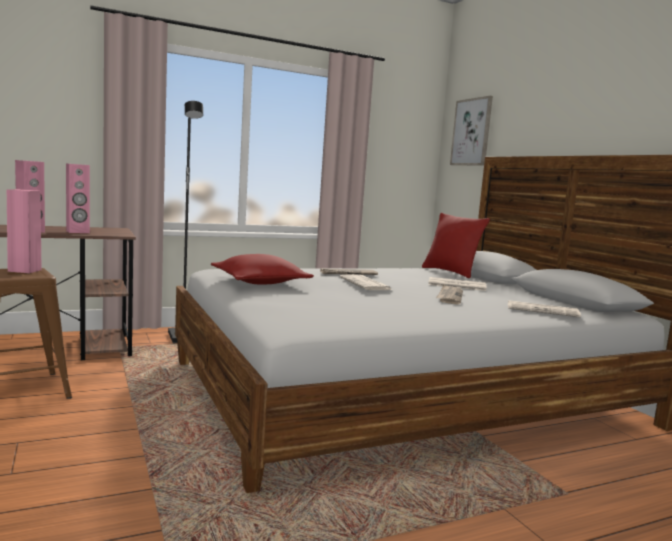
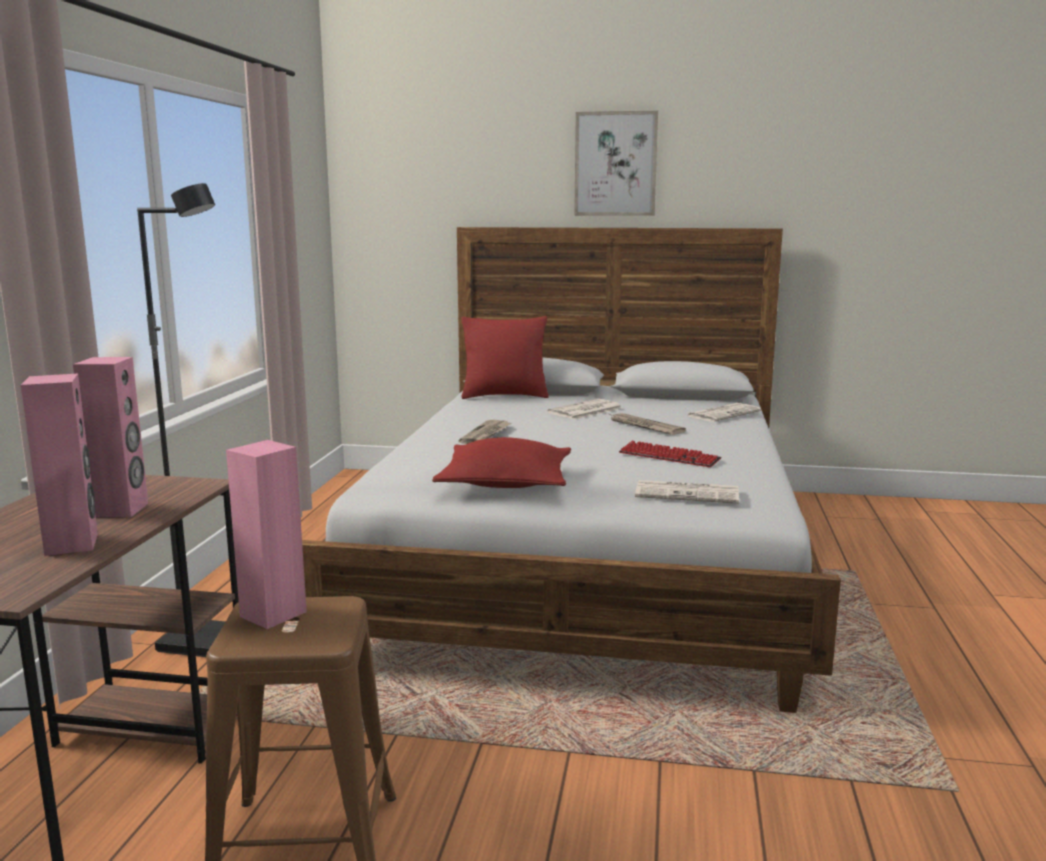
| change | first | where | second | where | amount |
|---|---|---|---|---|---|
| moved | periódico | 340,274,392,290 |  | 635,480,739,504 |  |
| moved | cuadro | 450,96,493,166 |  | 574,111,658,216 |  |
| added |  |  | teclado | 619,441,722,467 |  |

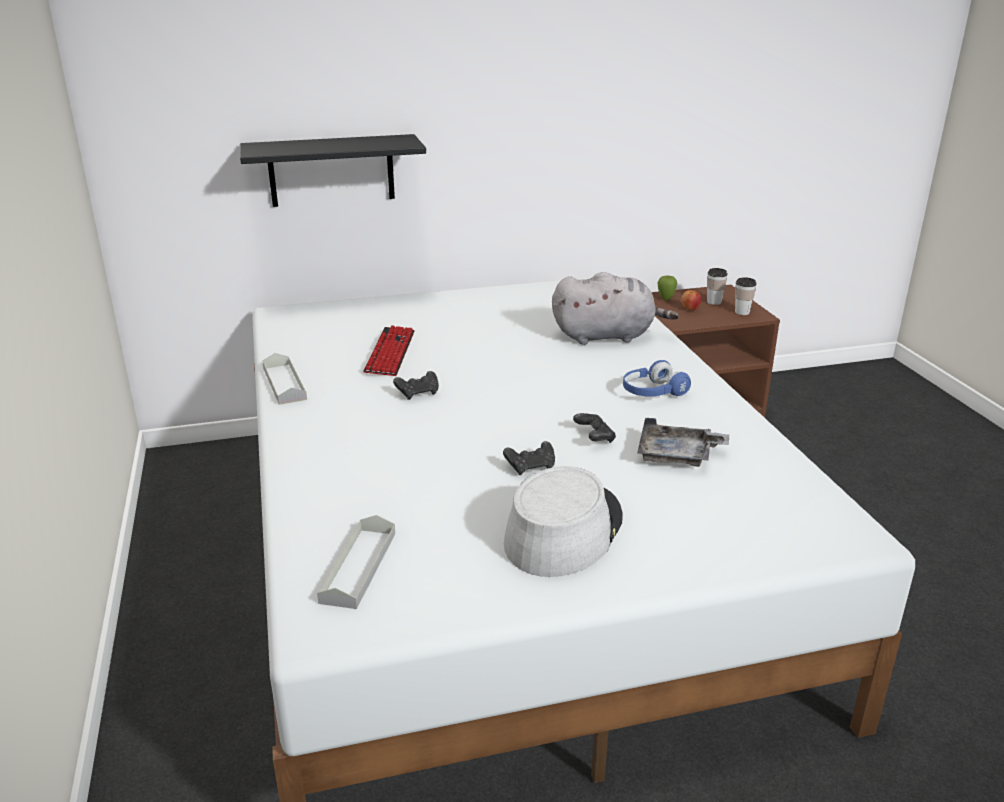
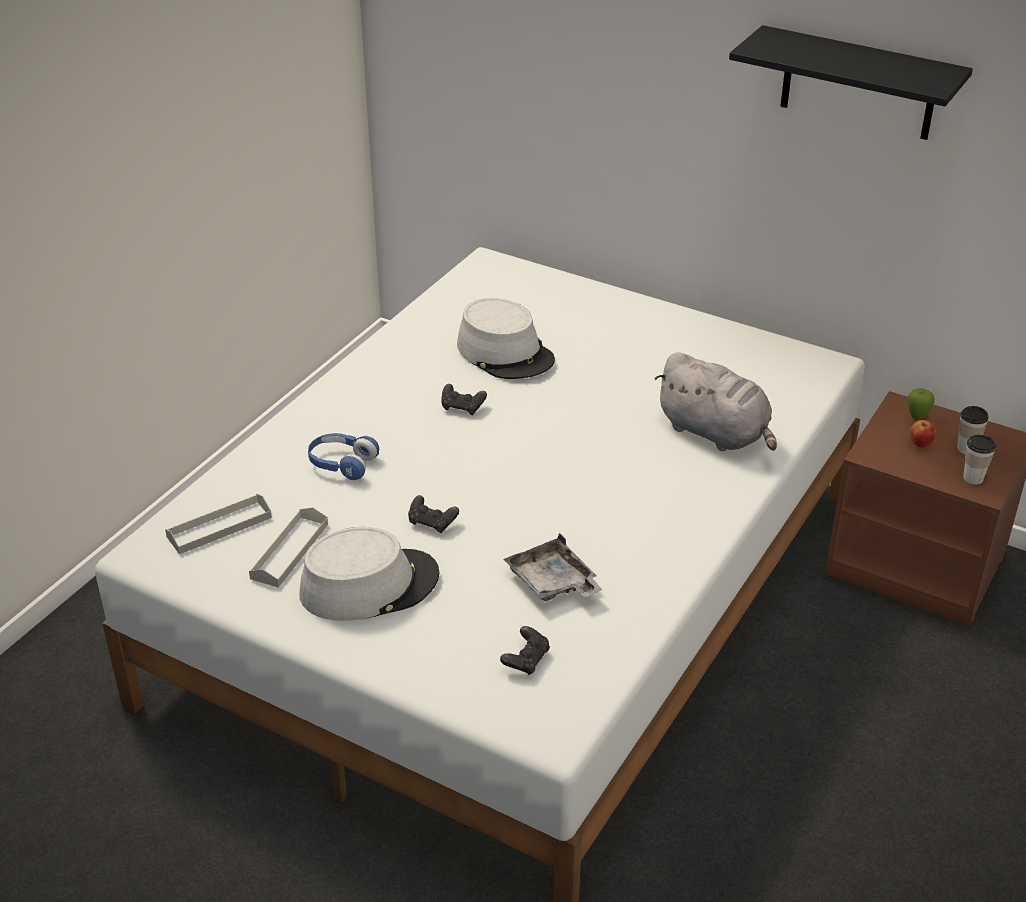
| change | first | where | second | where | amount |
|---|---|---|---|---|---|
| moved | estante/negro | 240,134,426,207 |  | 729,25,973,140 |  |
| moved | bandeja/gris | 262,353,307,405 |  | 249,507,328,588 |  |
| replaced | teclado | 364,325,415,376 | sombrero/gris | 457,298,555,379 |  |
| moved | mando de consola/negro | 573,413,616,443 |  | 500,626,550,675 |  |
| moved | auriculares/azul | 623,360,691,397 |  | 308,433,380,480 |  |

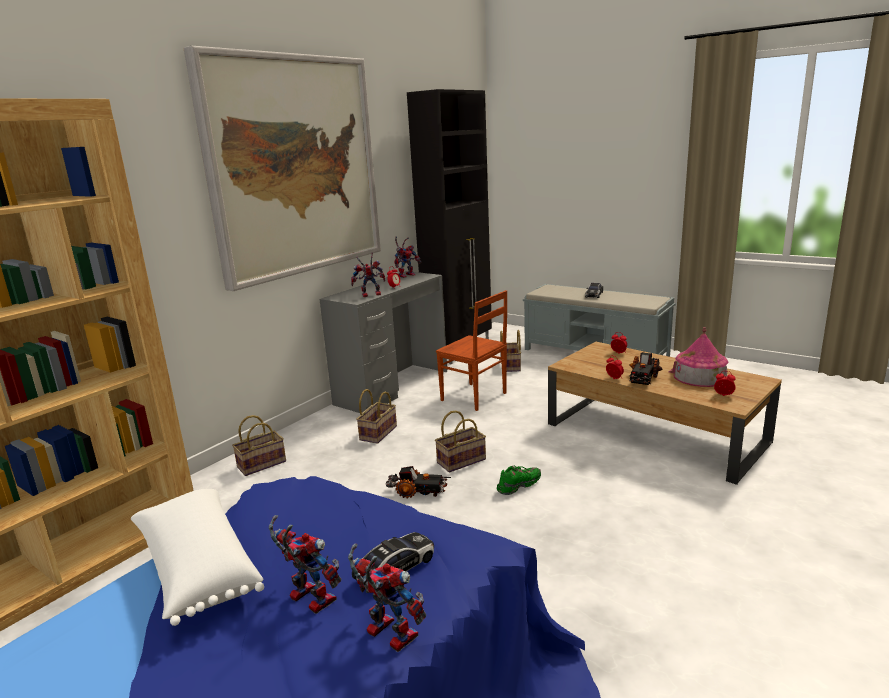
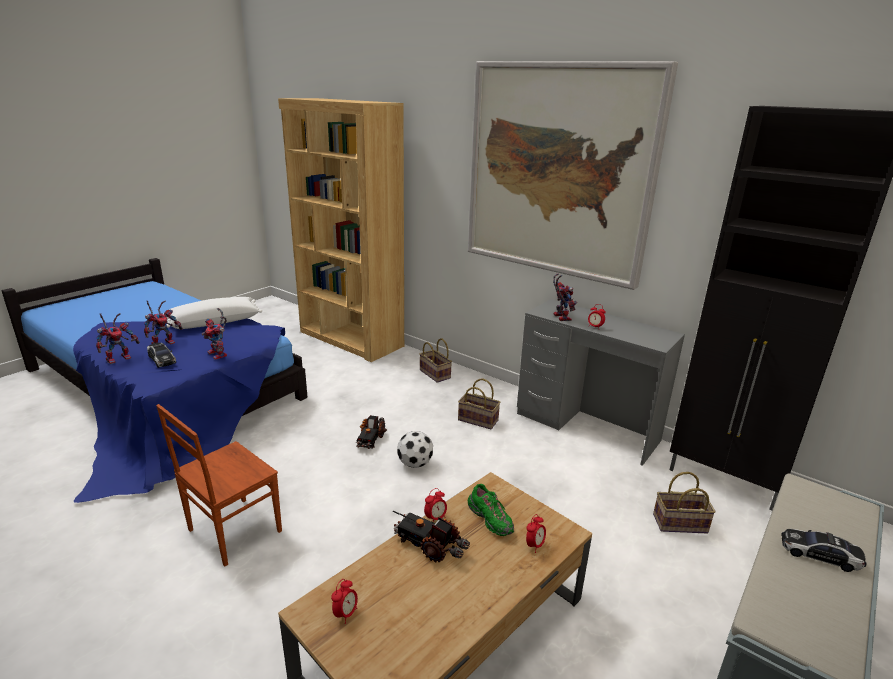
| change | first | where | second | where | amount |
|---|---|---|---|---|---|
| moved | robot de juguete | 395,237,421,278 |  | 201,308,227,360 |  |
| replaced | cesta | 435,410,486,472 | balón de fútbol | 397,431,433,468 |  |
| moved | silla/marrón | 436,290,507,411 |  | 156,404,282,566 |  |
| moved | zapato/verde | 497,466,541,495 |  | 468,484,514,536 |  |
| removed | casita | 669,327,729,387 |  |  |  |

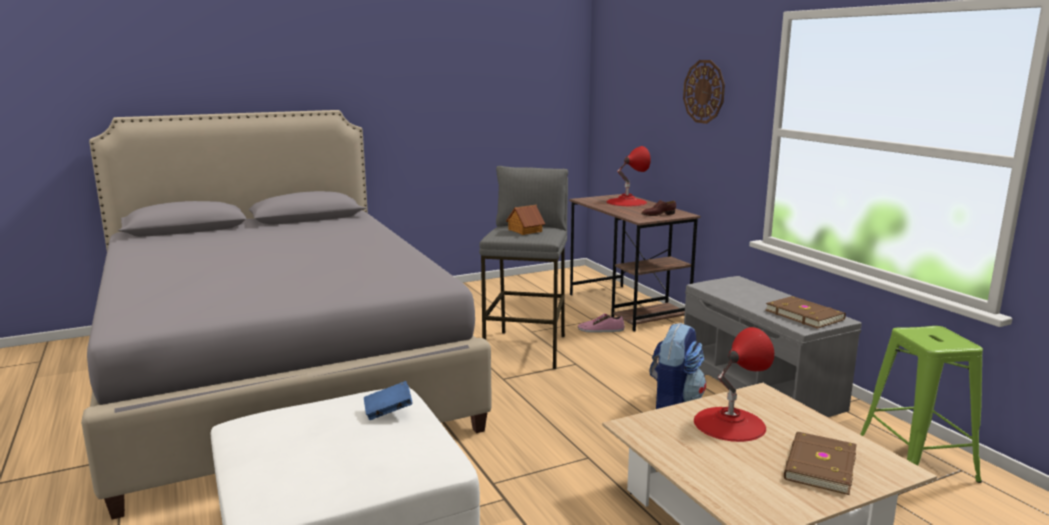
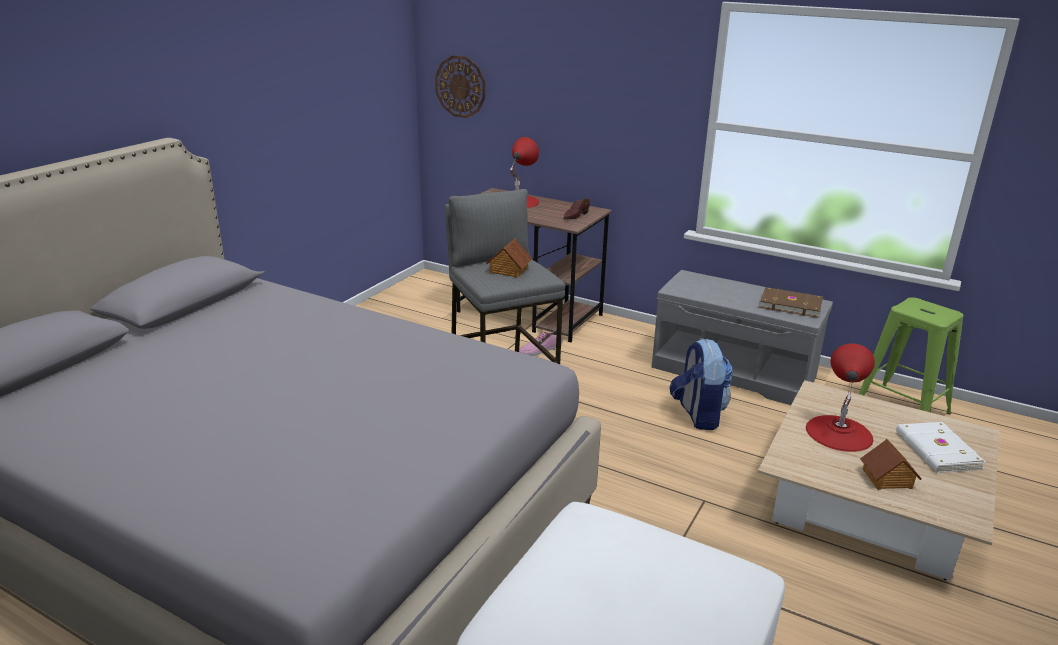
| change | first | where | second | where | amount |
|---|---|---|---|---|---|
| removed | libro/azul | 364,381,413,420 |  |  |  |
| moved | reloj de pared | 683,60,725,124 |  | 435,55,485,118 |  |
| recoloured | libro/marrón | 784,432,857,495 | libro/blanco | 896,422,986,473 |  |
| added |  |  | casita | 860,439,922,490 |  |

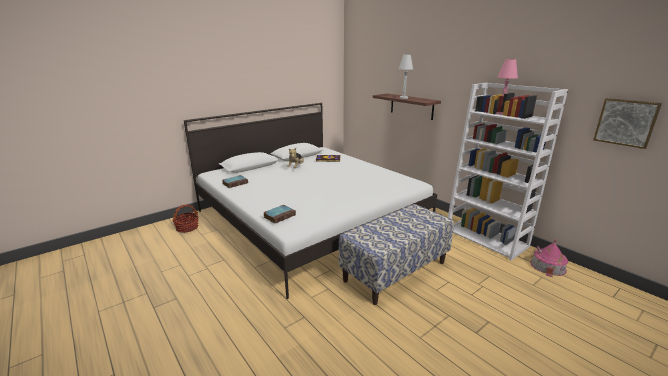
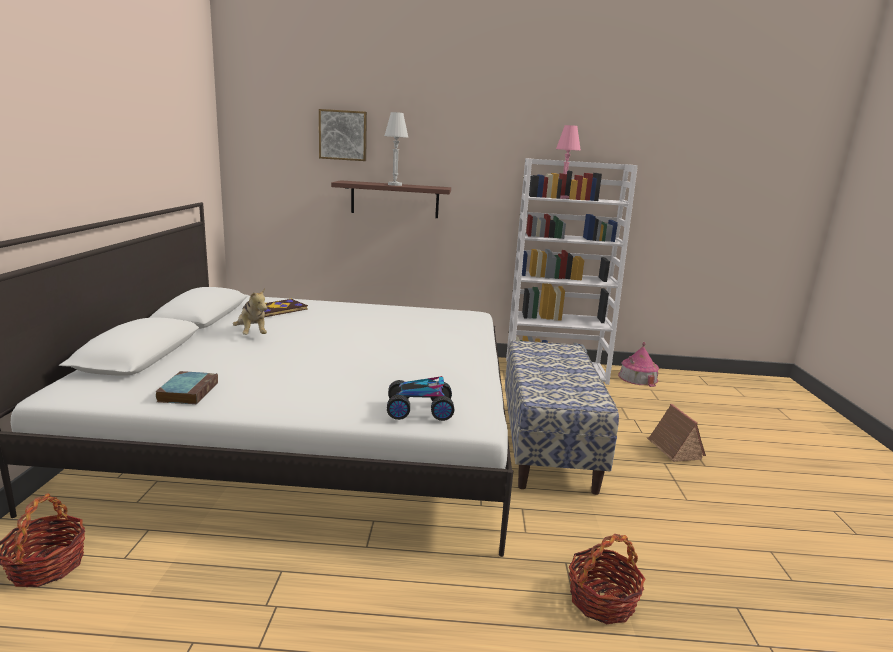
| change | first | where | second | where | amount |
|---|---|---|---|---|---|
| replaced | libro | 263,205,296,224 | coche de juguete | 387,376,454,421 |  |
| moved | cuadro | 593,98,662,149 |  | 319,109,367,161 |  |
| added |  |  | cesta | 569,534,645,624 |  |
| added |  |  | casita | 646,404,706,462 |  |

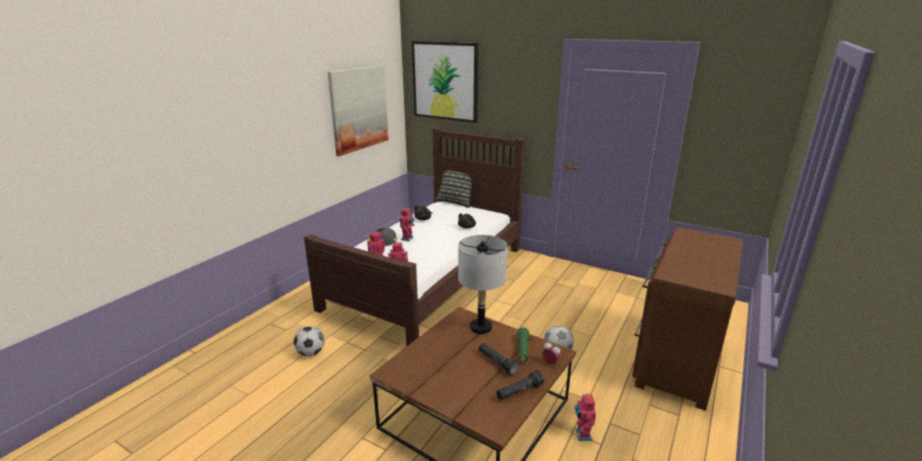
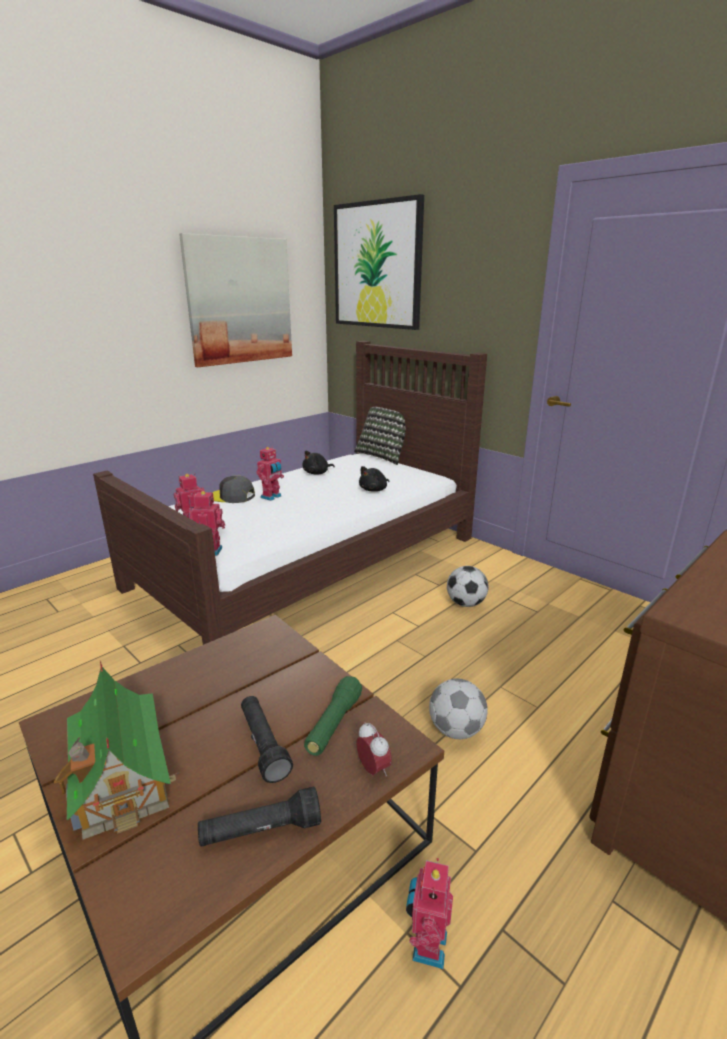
| change | first | where | second | where | amount |
|---|---|---|---|---|---|
| moved | balón de fútbol | 293,326,324,356 |  | 447,566,488,607 |  |
| removed | lámpara de mesa/gris | 458,235,507,334 |  |  |  |
| added |  |  | casita | 54,661,180,840 |  |

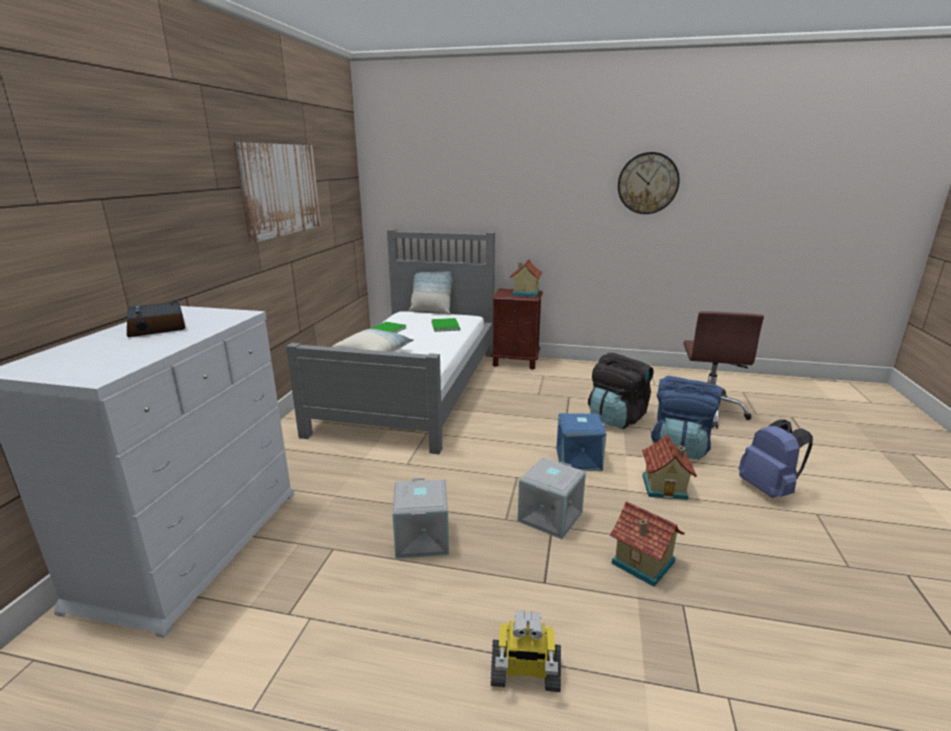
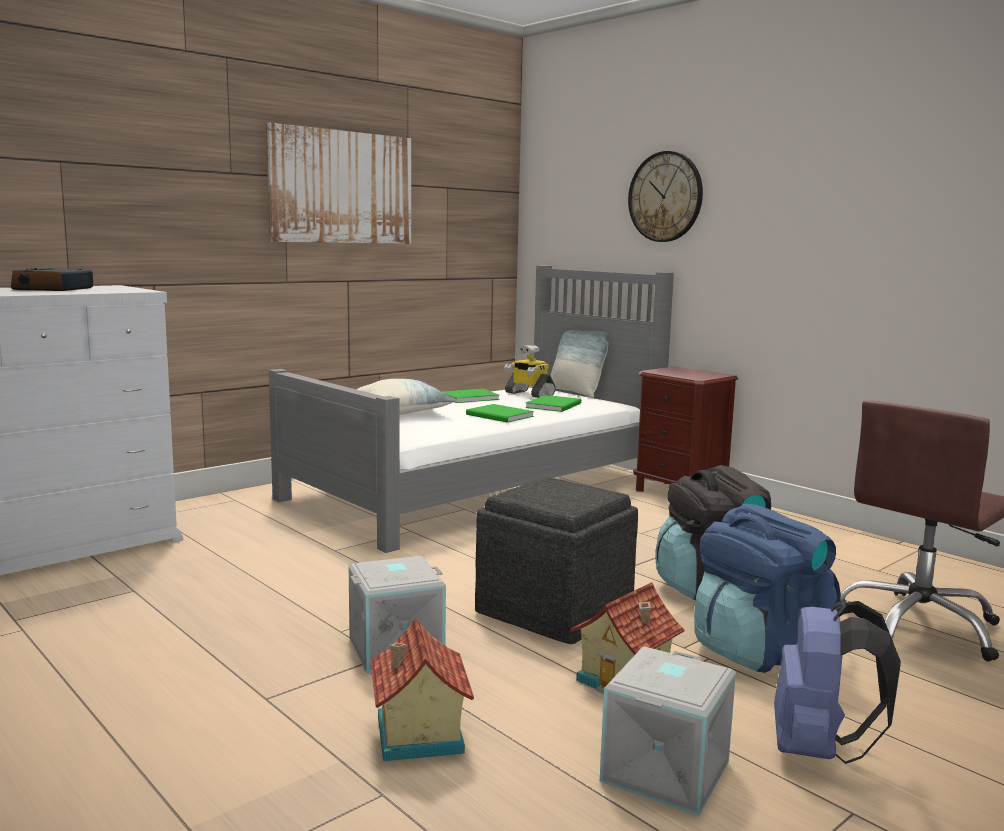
| change | first | where | second | where | amount |
|---|---|---|---|---|---|
| moved | caja de almacenaje/gris | 392,478,449,559 |  | 600,646,736,816 |  |
| moved | robot de juguete | 491,610,561,692 |  | 504,345,556,398 |  |
| removed | casita | 510,259,543,297 |  |  |  |
| replaced | caja de almacenaje/azul | 556,413,607,471 | puf/gris | 475,477,638,644 |  |
| moved | reloj de pared | 618,152,680,214 |  | 628,151,703,242 |  |
| added |  |  | libro/verde | 466,404,534,423 |  |

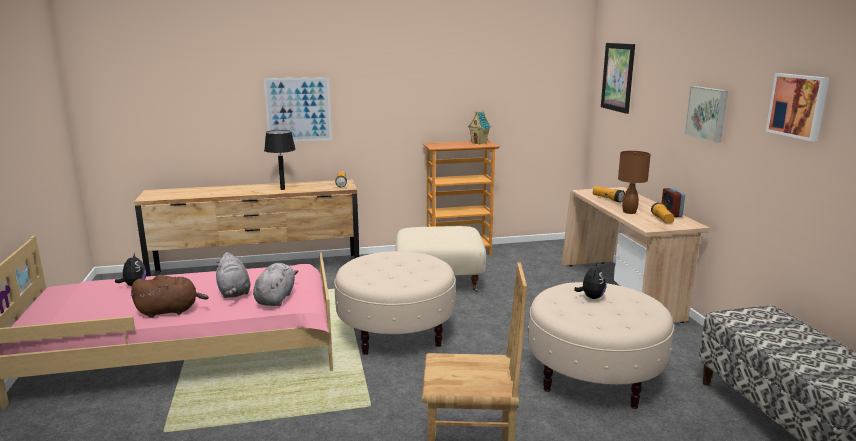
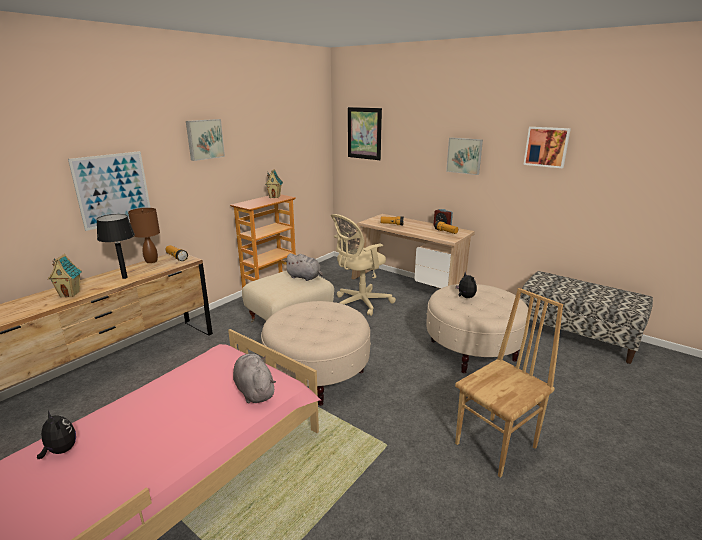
| change | first | where | second | where | amount |
|---|---|---|---|---|---|
| removed | peluche/marrón | 131,275,209,318 |  |  |  |
| moved | peluche/gris | 215,252,251,298 |  | 284,253,323,281 |  |
| moved | lámpara de mesa/marrón | 618,151,651,214 |  | 128,208,160,263 |  |
| added |  |  | casita | 48,254,82,297 |  |
| added |  |  | cuadro | 186,119,225,161 |  |
| added |  |  | silla de oficina/beis | 331,214,396,316 |  |

